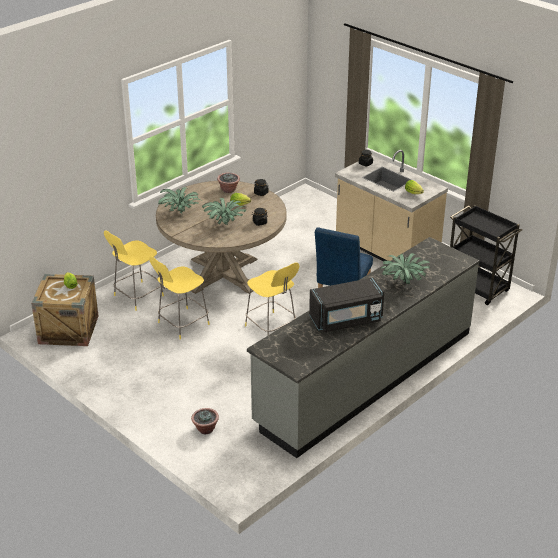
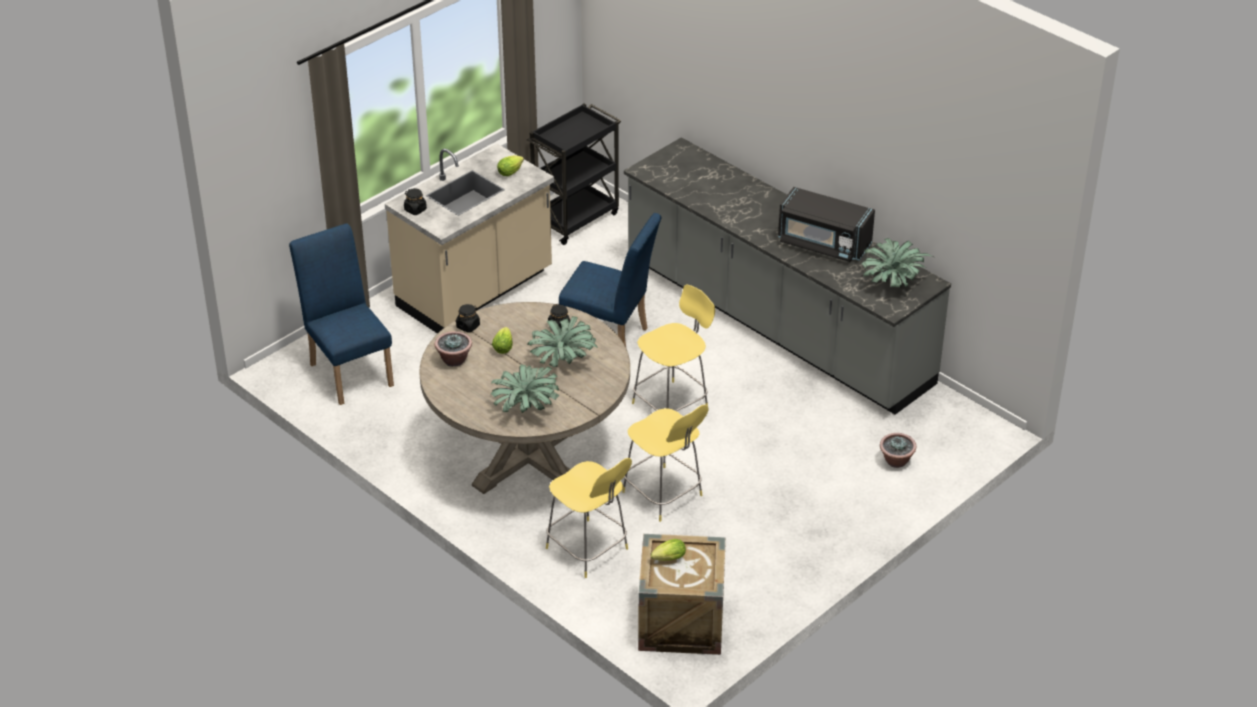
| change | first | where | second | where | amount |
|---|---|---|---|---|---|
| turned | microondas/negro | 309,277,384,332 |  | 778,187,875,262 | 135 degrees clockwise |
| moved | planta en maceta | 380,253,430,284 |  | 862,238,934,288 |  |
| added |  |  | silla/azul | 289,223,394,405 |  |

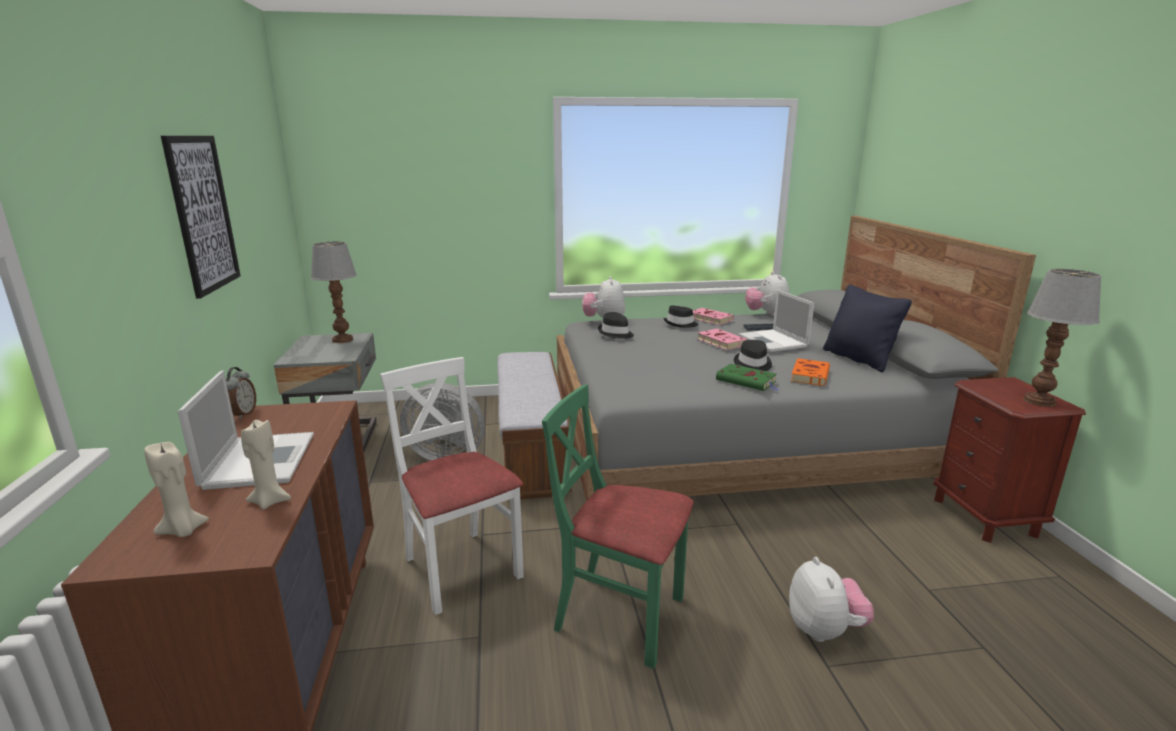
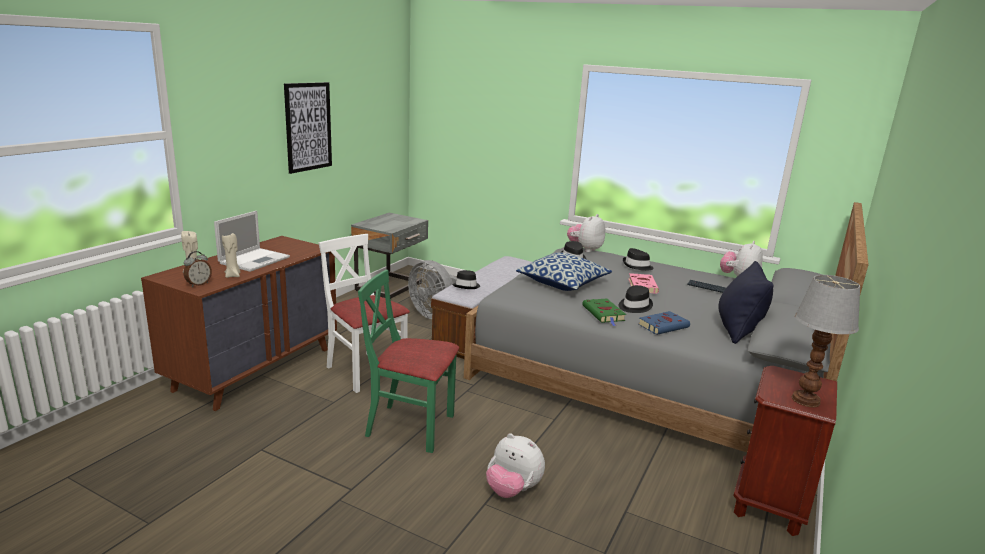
| change | first | where | second | where | amount |
|---|---|---|---|---|---|
| moved | despertador | 226,367,256,419 |  | 183,251,212,287 |  |
| removed | lámpara de mesa | 311,241,357,343 |  |  |  |
| turned | silla/blanco | 380,357,524,615 |  | 319,234,410,393 | 45 degrees counterclockwise |
| turned | silla/verde | 542,385,694,669 |  | 358,270,459,453 | 45 degrees counterclockwise |
| removed | libro/rosa | 693,308,734,325 |  |  |  |
| removed | portátil | 738,290,814,352 |  |  |  |
| turned | peluche | 789,557,874,642 |  | 486,433,545,498 | 90 degrees clockwise |
| recoloured | libro/naranja | 791,358,830,386 | libro/azul | 638,311,690,335 |  |
| added |  |  | sombrero/negro | 452,270,480,289 |  |
| added |  |  | cojín | 516,252,612,291 |  |

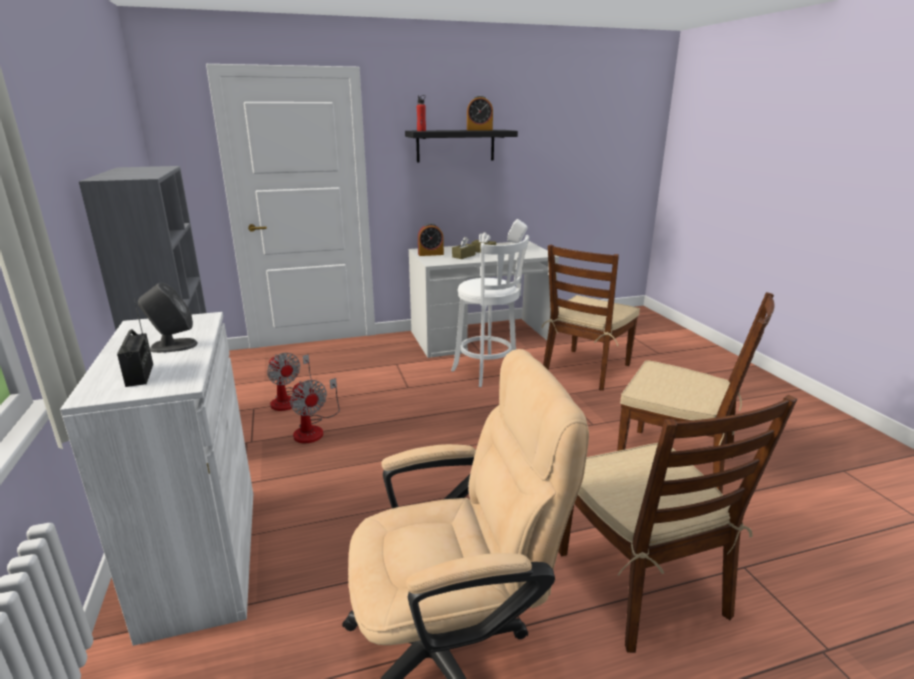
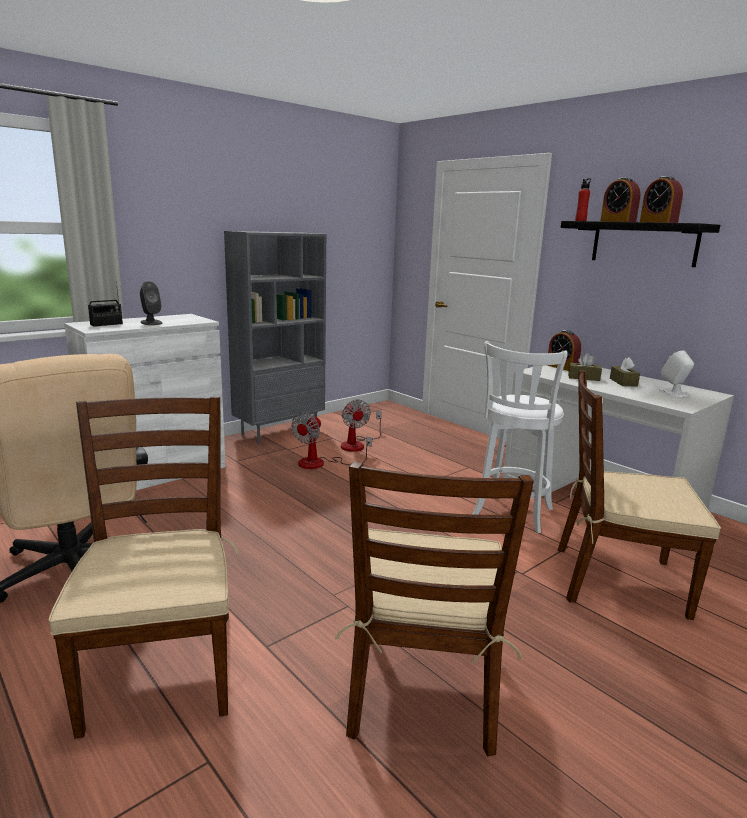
| change | first | where | second | where | amount |
|---|---|---|---|---|---|
| turned | ventilador | 267,353,312,411 |  | 341,399,382,452 | 45 degrees counterclockwise |
| turned | silla/marrón | 559,395,797,653 |  | 48,397,239,739 | 120 degrees clockwise |
| added |  |  | despertador | 600,177,641,222 |  |

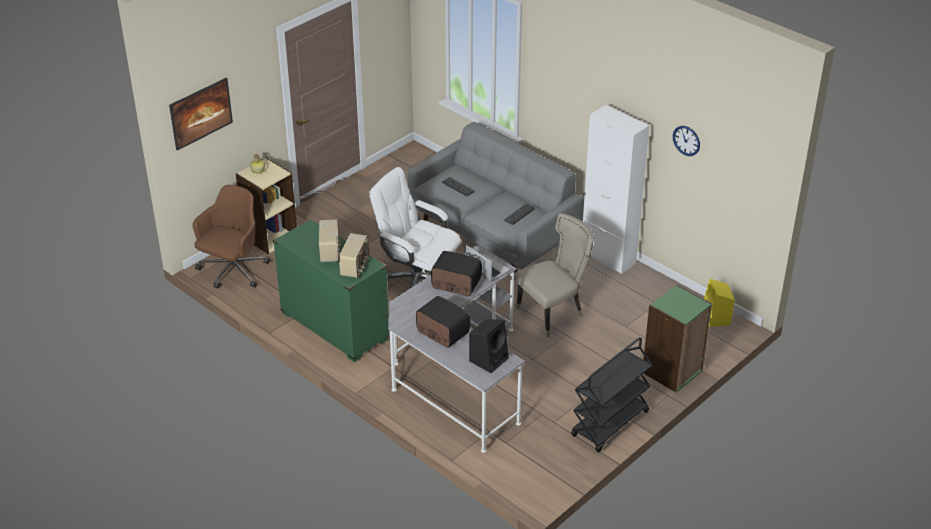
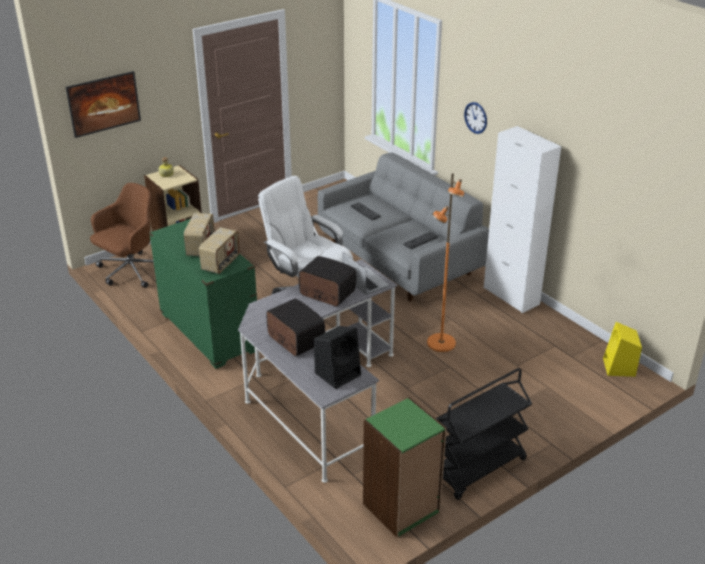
| change | first | where | second | where | amount |
|---|---|---|---|---|---|
| replaced | silla/beis | 514,213,594,337 | lámpara de pie/naranja | 427,173,464,352 |  |
| moved | estantería/verde | 643,284,712,393 |  | 363,397,447,538 |  |
| moved | reloj de pared | 673,126,700,156 |  | 464,102,487,134 |  |

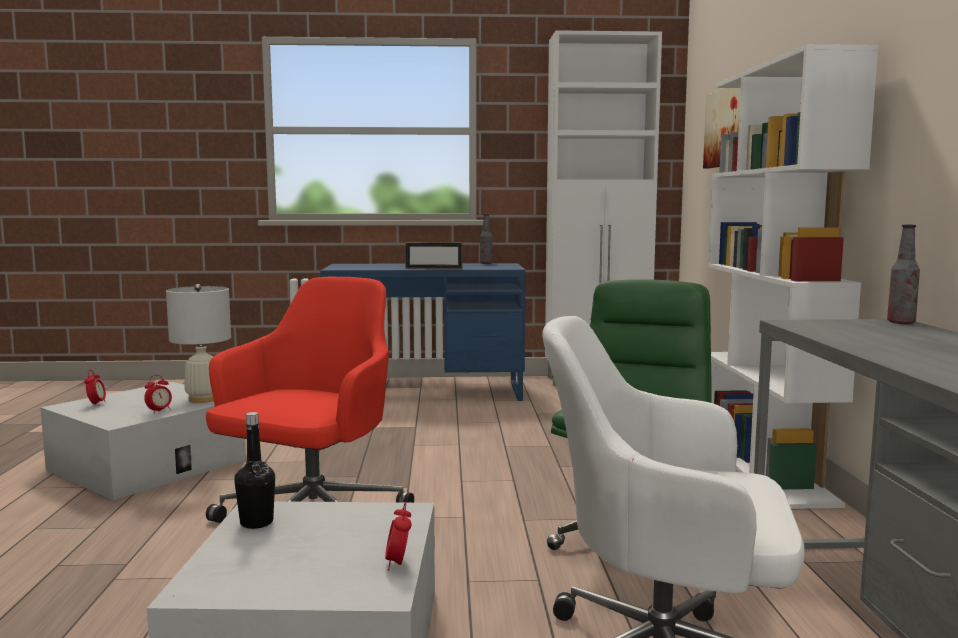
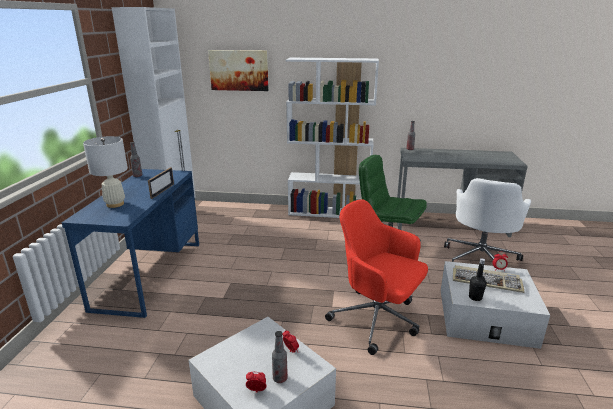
| change | first | where | second | where | amount |
|---|---|---|---|---|---|
| moved | lámpara de mesa/blanco | 166,284,231,403 |  | 83,136,128,208 |  |
| added |  |  | botella | 272,331,288,383 |  |
| added |  |  | teclado | 453,265,525,293 |  |

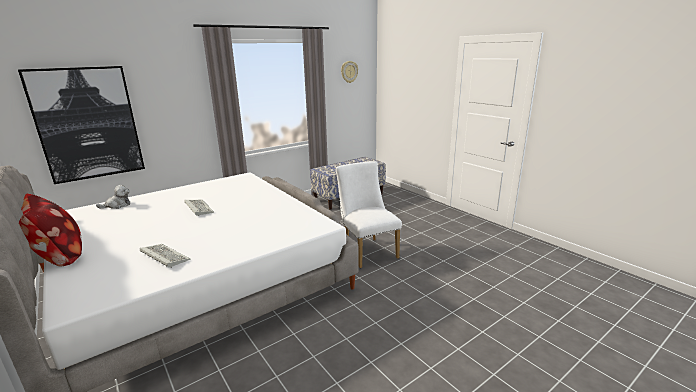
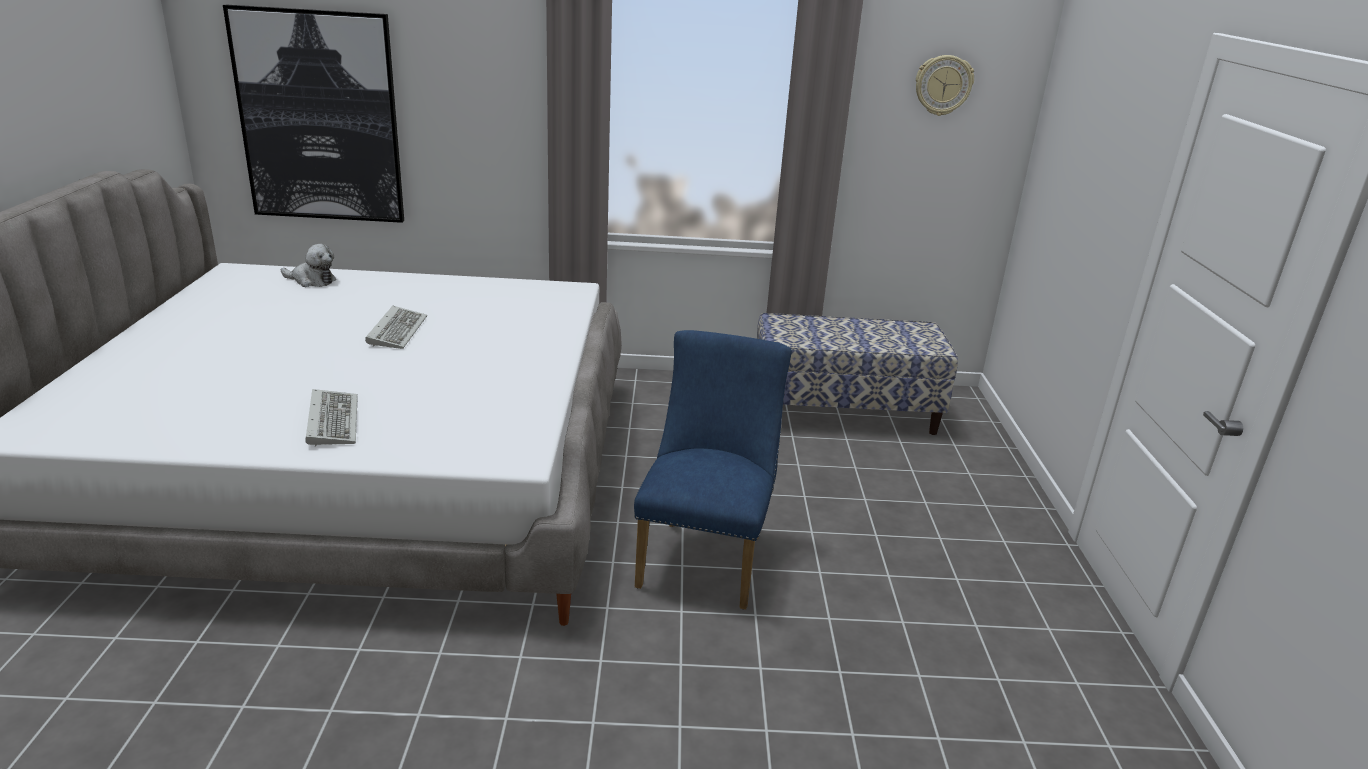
| change | first | where | second | where | amount |
|---|---|---|---|---|---|
| removed | cojín | 19,193,82,267 |  |  |  |
| moved | teclado | 140,244,190,268 |  | 305,389,358,447 |  |
| recoloured | silla/blanco | 336,161,402,268 | silla/azul | 634,330,792,610 |  |

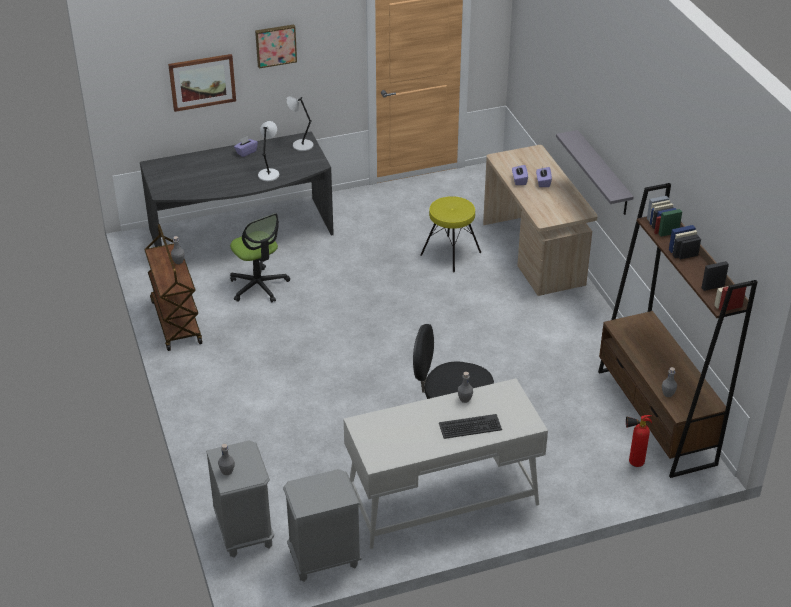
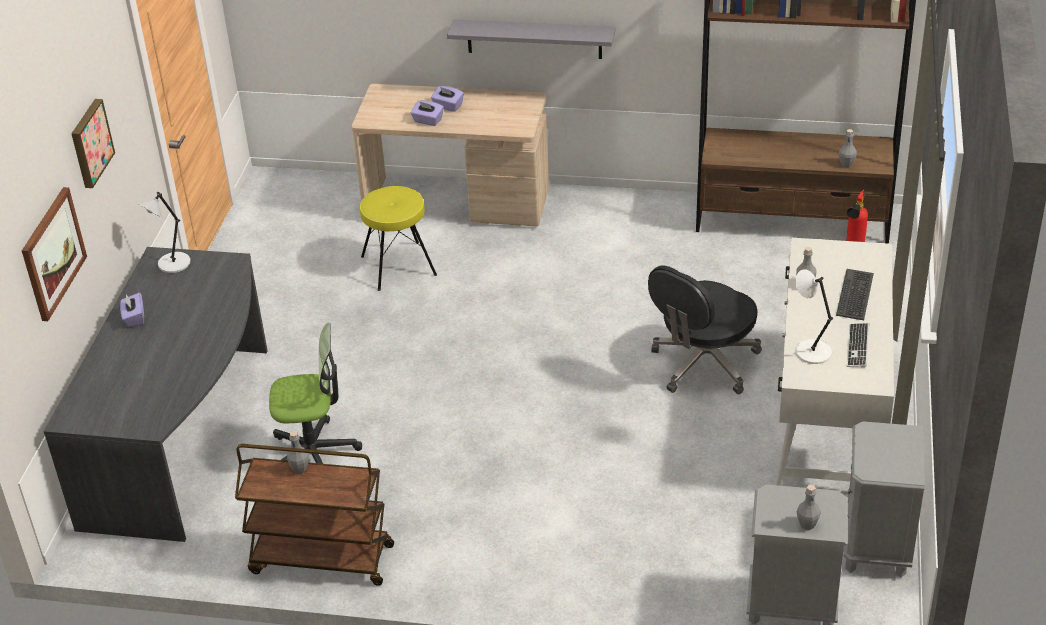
| change | first | where | second | where | amount |
|---|---|---|---|---|---|
| moved | lámpara de mesa/blanco | 258,121,279,181 |  | 795,269,833,364 |  |
| added |  |  | teclado | 847,323,869,367 |  |

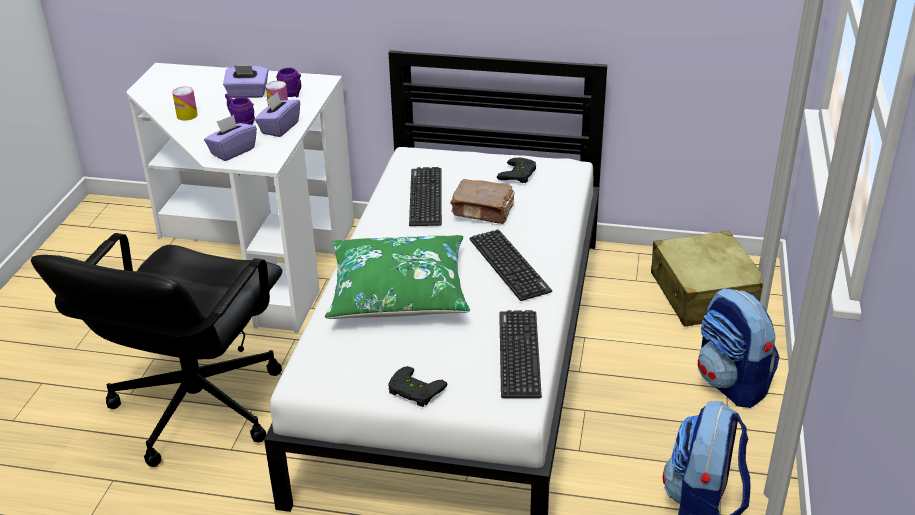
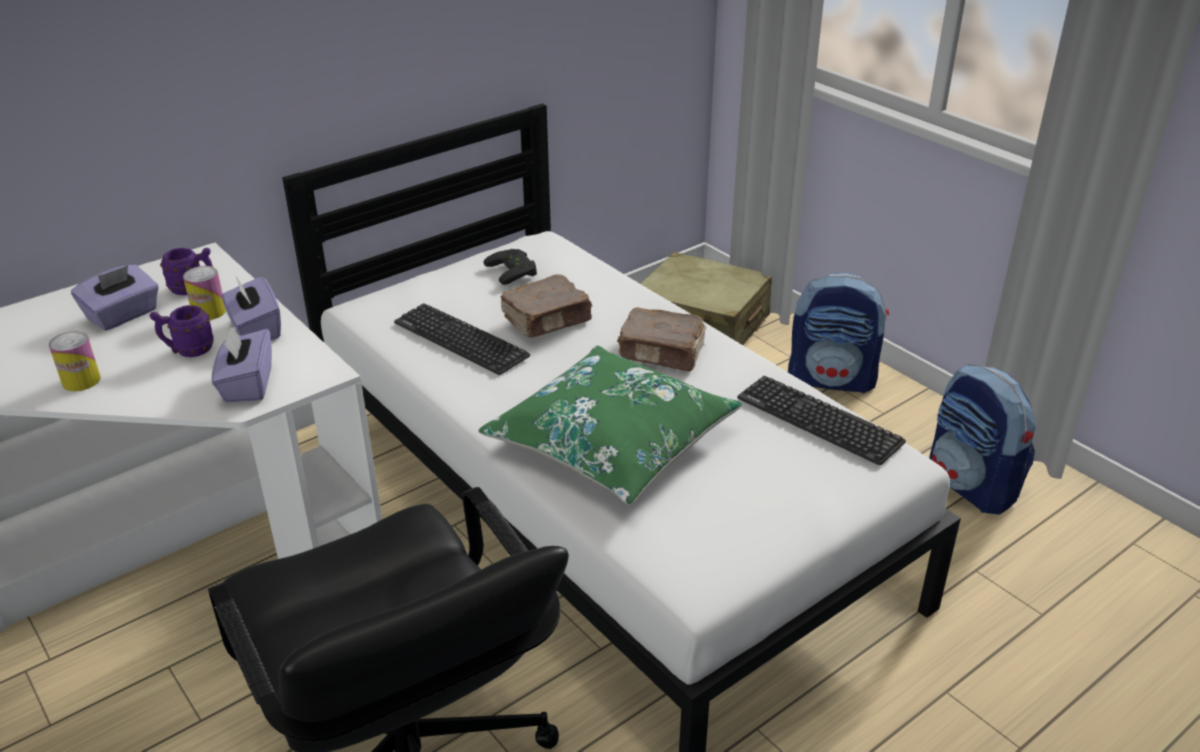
| change | first | where | second | where | amount |
|---|---|---|---|---|---|
| removed | mando de consola/negro | 388,366,447,407 |  |  |  |
| replaced | teclado | 470,229,552,301 | libro/marrón | 617,307,706,371 |  |

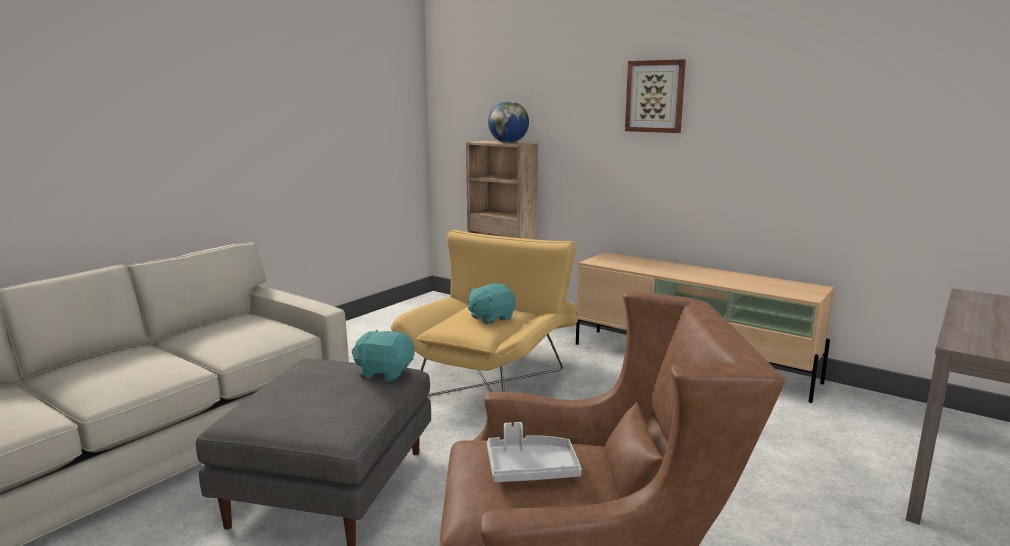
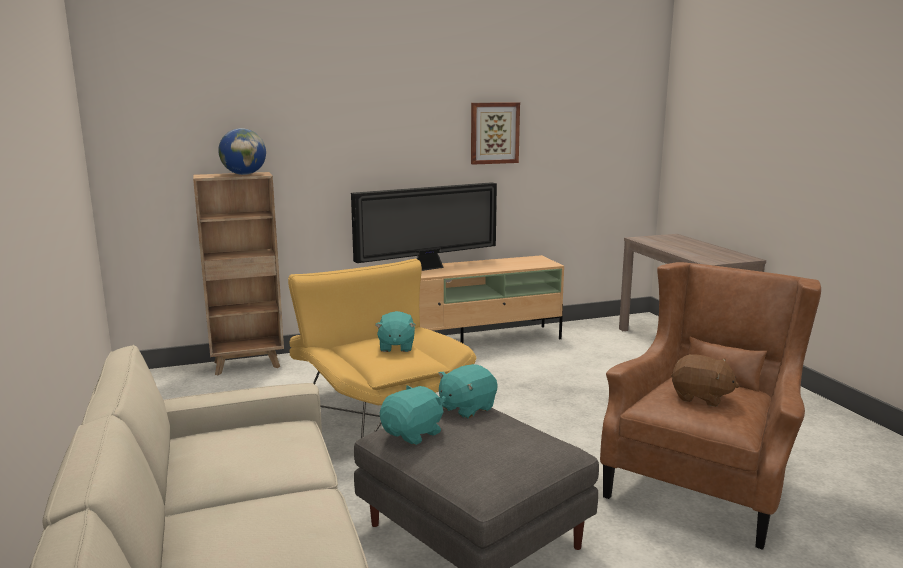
| change | first | where | second | where | amount |
|---|---|---|---|---|---|
| replaced | bandeja/gris | 487,422,582,482 | peluche/marrón | 671,354,739,407 |  |
| moved | cuadro | 625,59,686,133 |  | 471,102,520,165 |  |
| added |  |  | televisor | 351,182,497,271 |  |
| added |  |  | peluche/turquesa | 380,385,444,445 |  |

